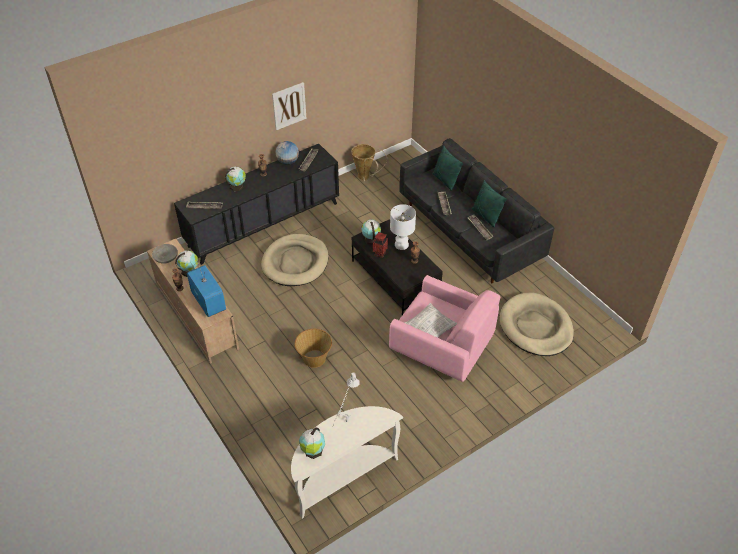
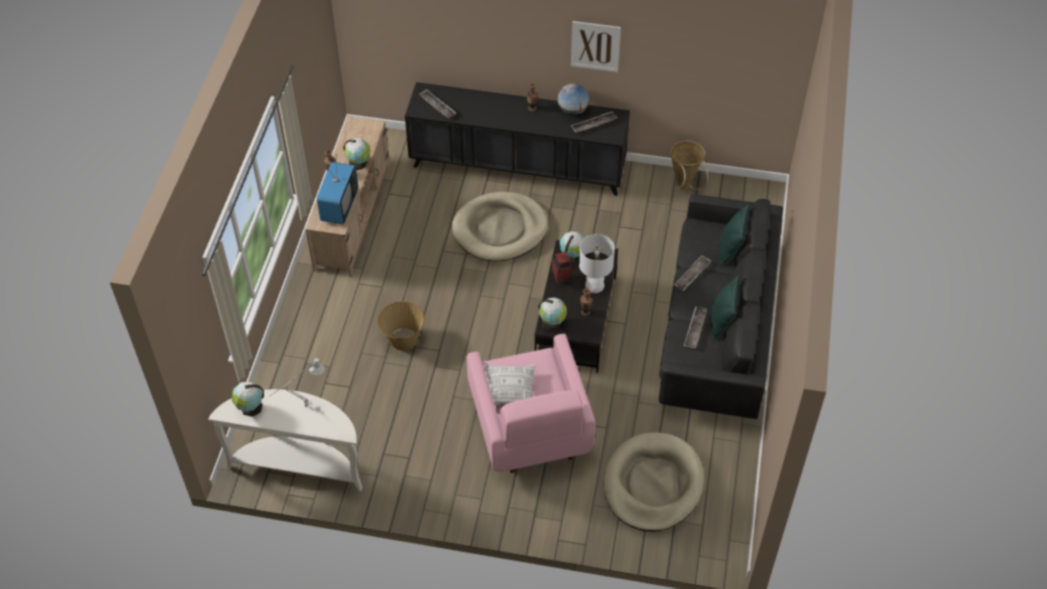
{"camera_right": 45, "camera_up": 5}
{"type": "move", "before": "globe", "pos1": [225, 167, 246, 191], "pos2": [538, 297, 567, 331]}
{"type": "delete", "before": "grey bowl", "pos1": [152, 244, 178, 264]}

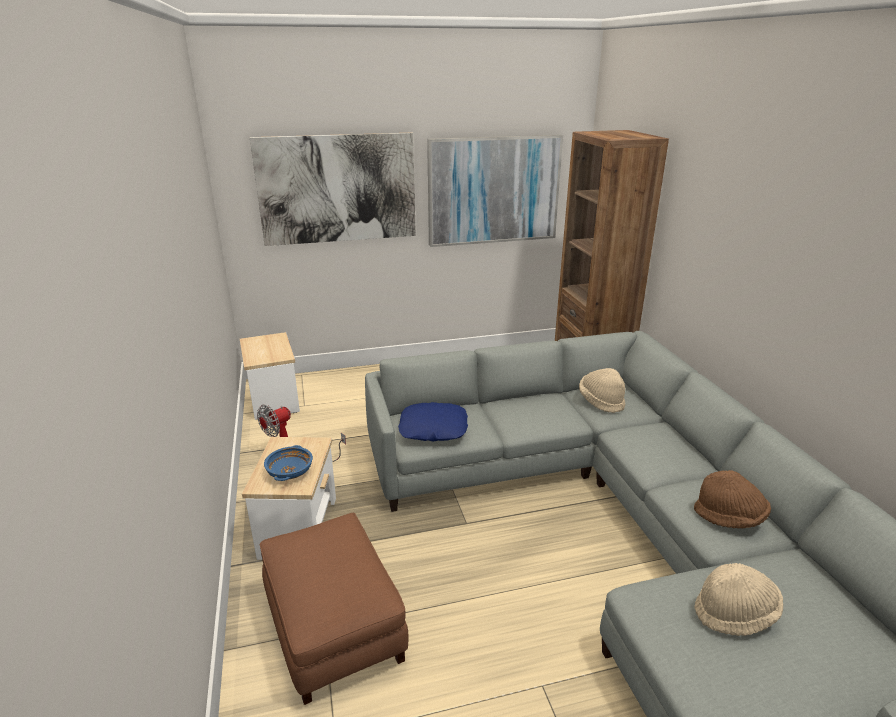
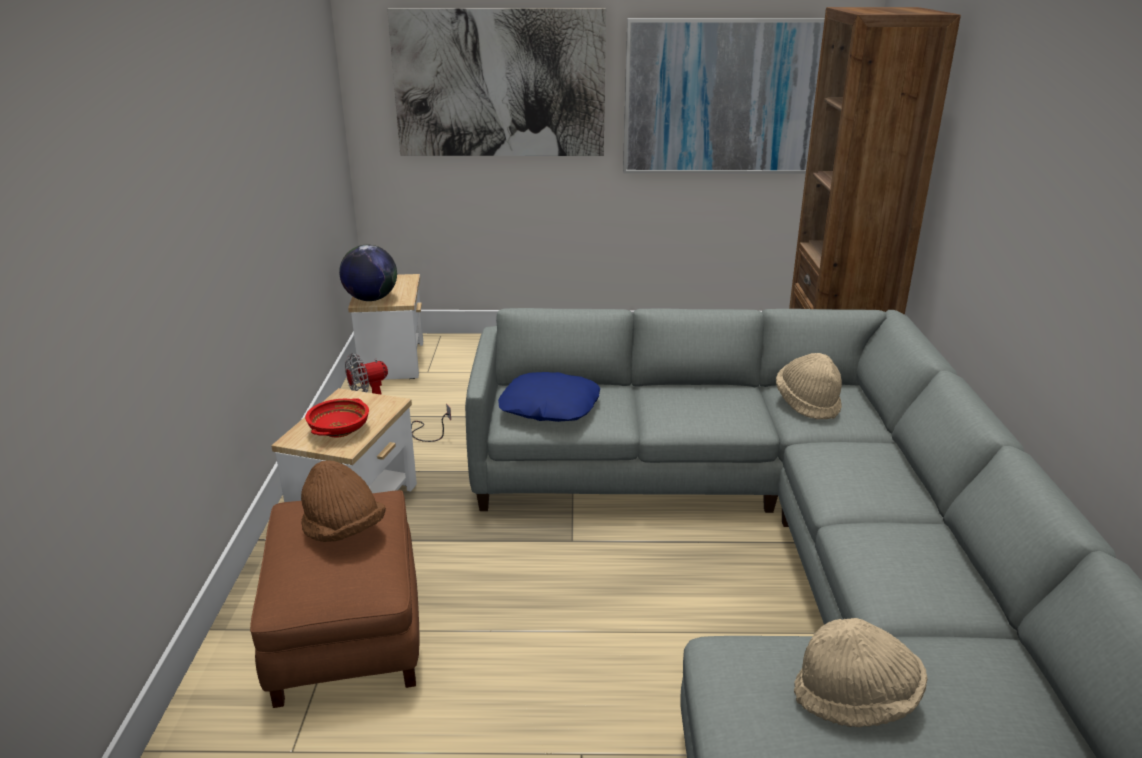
{"camera_right": 15, "camera_up": 0}
{"type": "recolor", "before": "blue bowl", "after": "red bowl", "pos1": [264, 445, 313, 481], "pos2": [305, 398, 369, 437]}
{"type": "move", "before": "brown hat", "pos1": [694, 470, 771, 528], "pos2": [301, 461, 386, 542]}
{"type": "insert", "after": "globe", "pos2": [339, 245, 397, 301]}

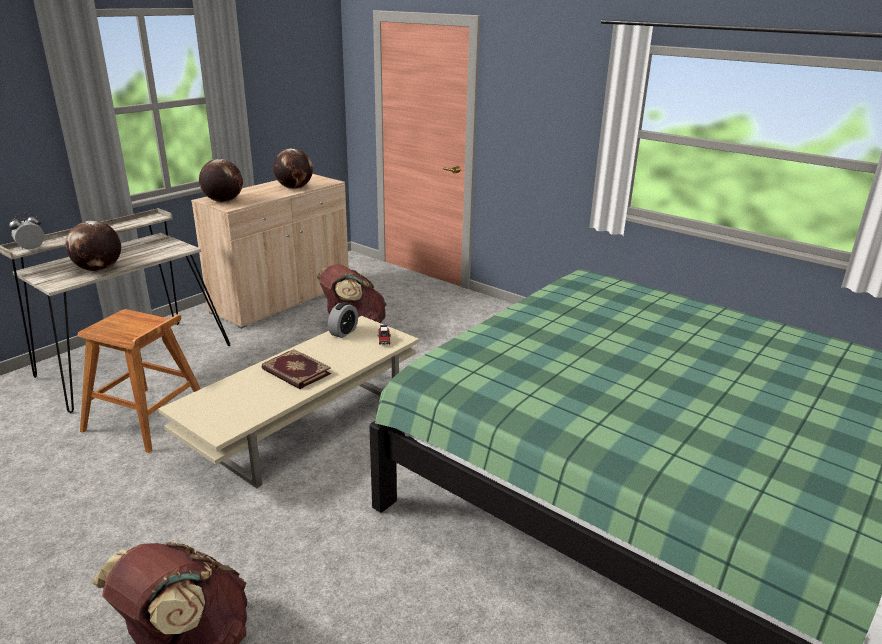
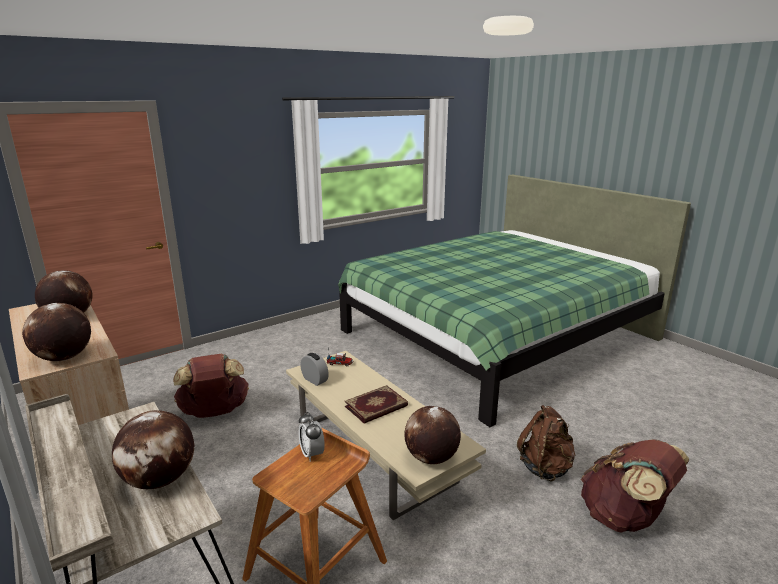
{"camera_right": -75, "camera_up": -5}
{"type": "move", "before": "alarm clock", "pos1": [9, 213, 45, 250], "pos2": [299, 412, 325, 462]}
{"type": "insert", "after": "brown backpack", "pos2": [517, 405, 575, 481]}
{"type": "insert", "after": "globe", "pos2": [404, 406, 461, 464]}

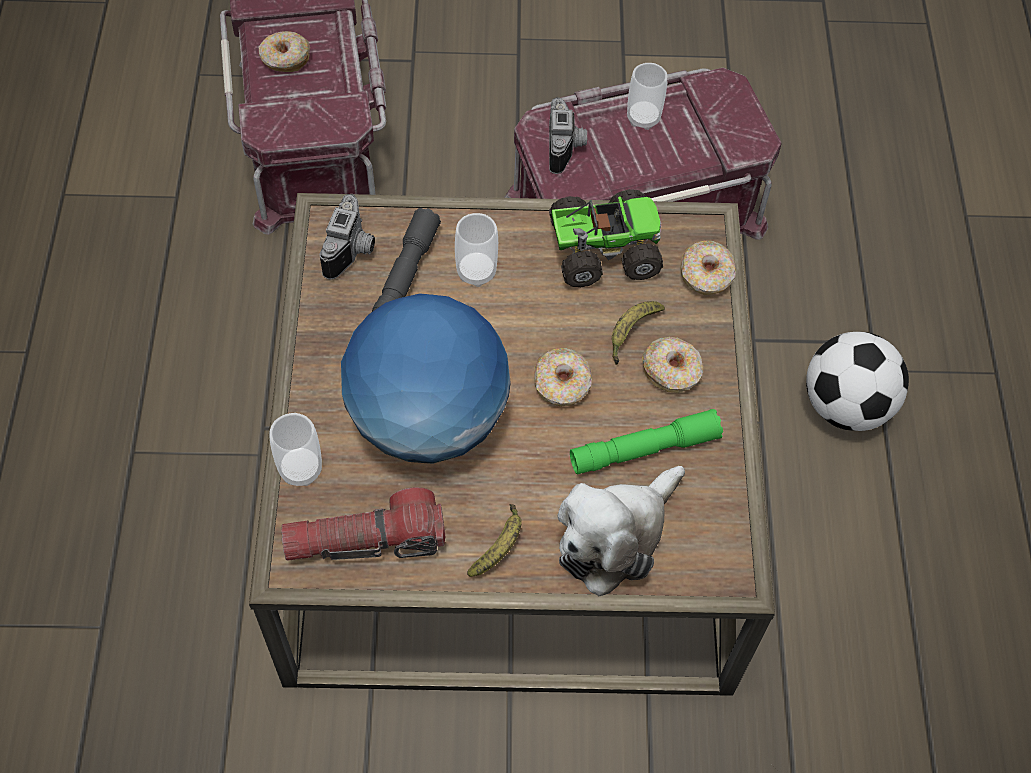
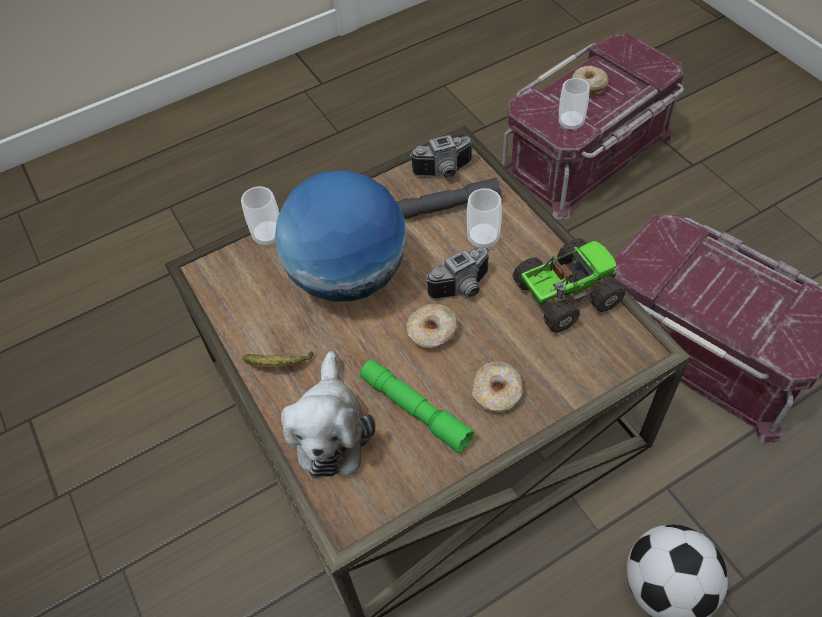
{"camera_right": 65, "camera_up": -5}
{"type": "move", "before": "cup", "pos1": [627, 63, 668, 130], "pos2": [559, 78, 590, 131]}
{"type": "move", "before": "photo camera", "pos1": [549, 97, 587, 174], "pos2": [427, 246, 489, 299]}
{"type": "rotate", "before": "toy truck", "pos1": [549, 189, 663, 287], "pos2": [513, 238, 626, 333], "turn": -75}
{"type": "delete", "before": "donut", "pos1": [680, 241, 736, 295]}
{"type": "delete", "before": "banana", "pos1": [612, 301, 665, 365]}
{"type": "rotate", "before": "plush toy", "pos1": [558, 466, 685, 596], "pos2": [281, 351, 376, 478], "turn": -105}
{"type": "delete", "before": "flashlight", "pos1": [281, 487, 446, 561]}

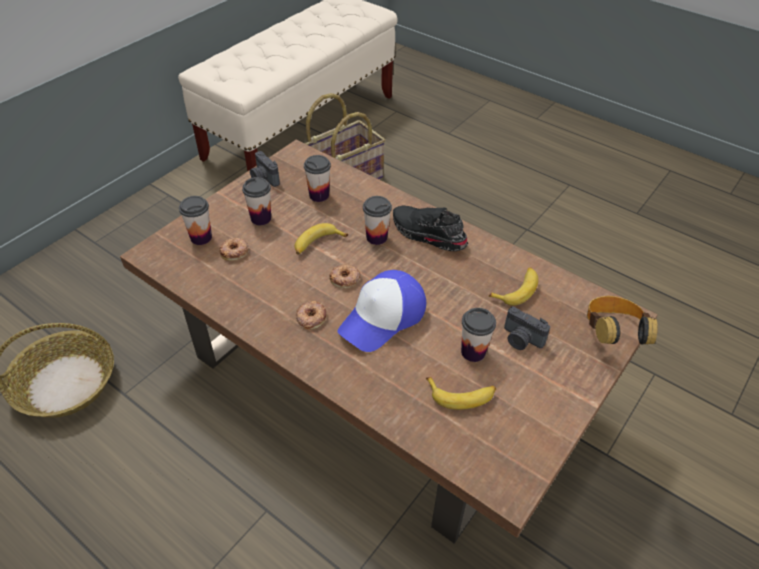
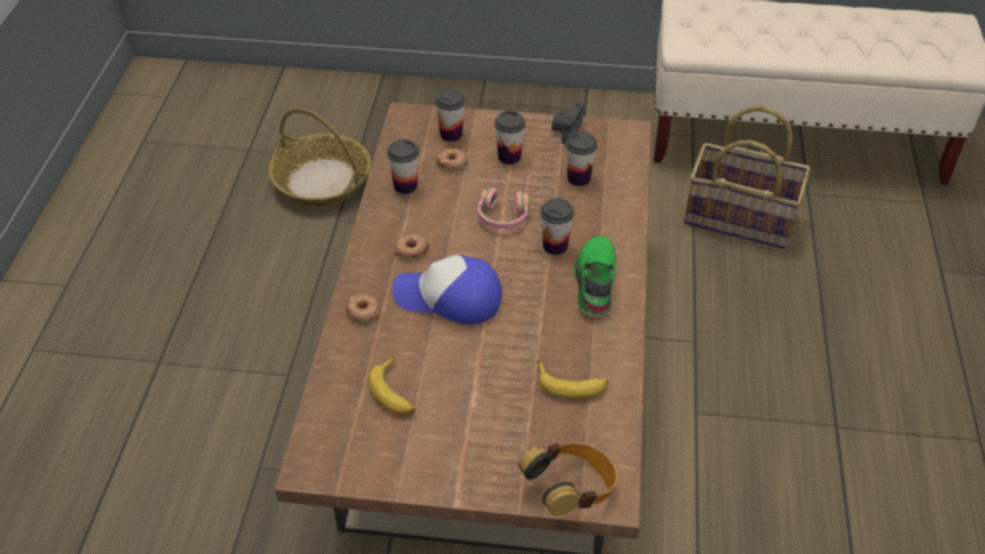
{"camera_right": 60, "camera_up": 0}
{"type": "recolor", "before": "black shoe", "after": "green shoe", "pos1": [393, 205, 468, 251], "pos2": [573, 236, 616, 316]}
{"type": "replace", "before": "banana", "after": "pink headphones", "pos1": [295, 223, 348, 255], "pos2": [477, 174, 543, 229]}
{"type": "move", "before": "donut", "pos1": [329, 264, 361, 288], "pos2": [346, 293, 381, 323]}
{"type": "delete", "before": "photo camera", "pos1": [504, 307, 550, 350]}
{"type": "move", "before": "cup", "pos1": [461, 308, 496, 362], "pos2": [387, 139, 419, 194]}

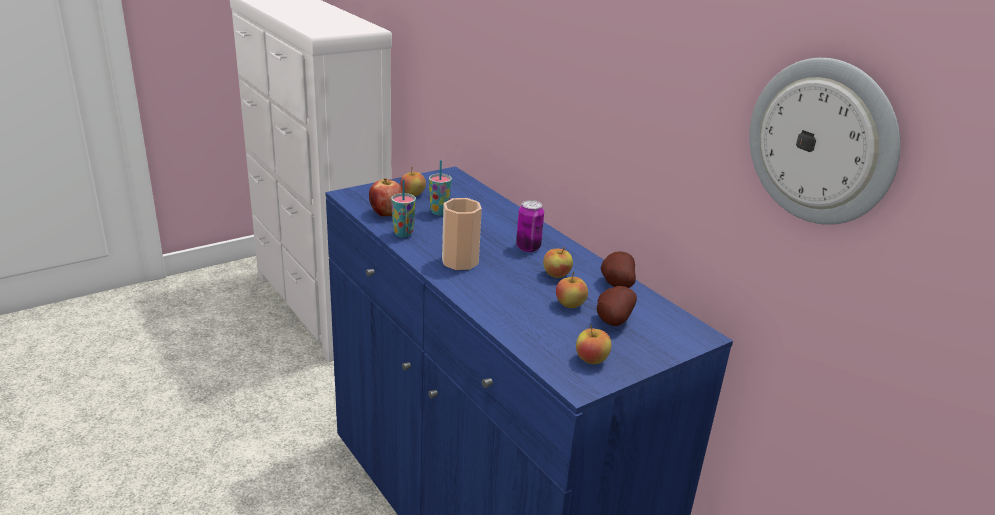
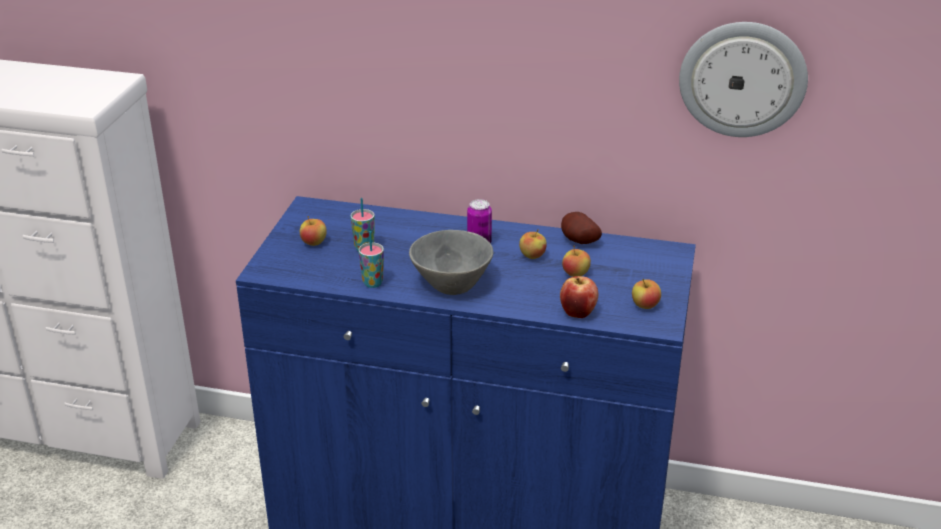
{"camera_right": -40, "camera_up": 5}
{"type": "move", "before": "apple", "pos1": [369, 178, 403, 216], "pos2": [560, 276, 598, 318]}
{"type": "replace", "before": "cup", "after": "grey bowl", "pos1": [442, 198, 482, 270], "pos2": [409, 230, 493, 295]}
{"type": "delete", "before": "potato", "pos1": [597, 286, 637, 326]}

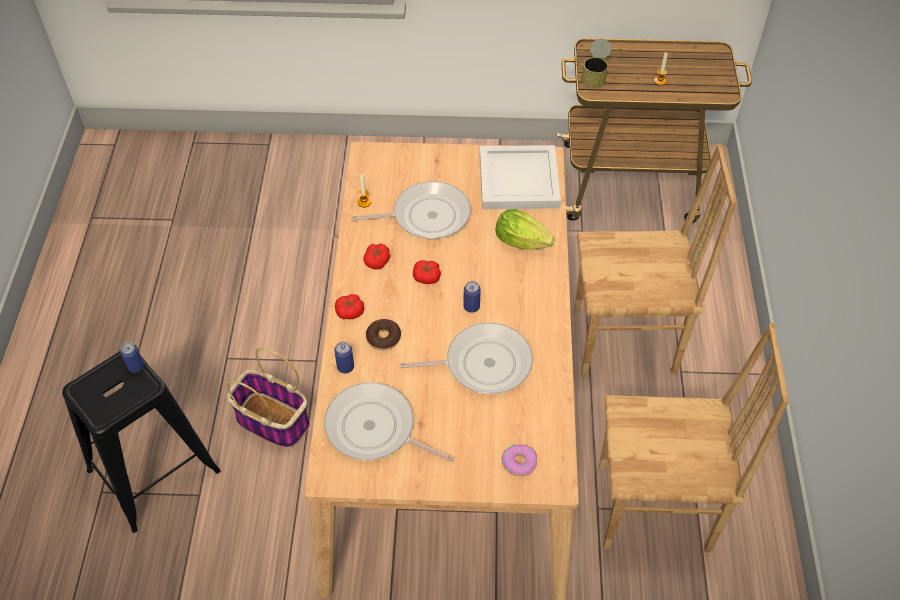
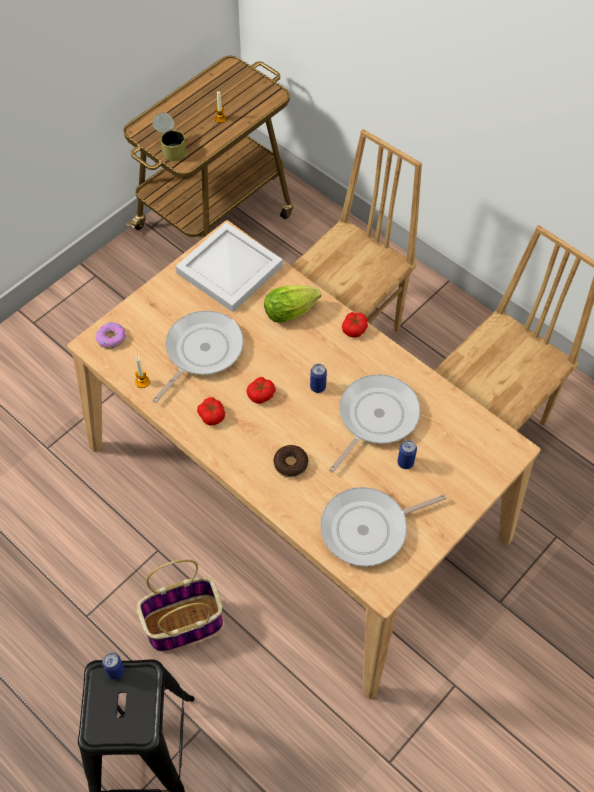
{"camera_right": -50, "camera_up": 5}
{"type": "move", "before": "tomato", "pos1": [335, 294, 364, 319], "pos2": [342, 312, 368, 338]}
{"type": "move", "before": "can", "pos1": [334, 341, 354, 373], "pos2": [397, 440, 417, 469]}
{"type": "move", "before": "donut", "pos1": [502, 445, 537, 476], "pos2": [96, 322, 126, 349]}

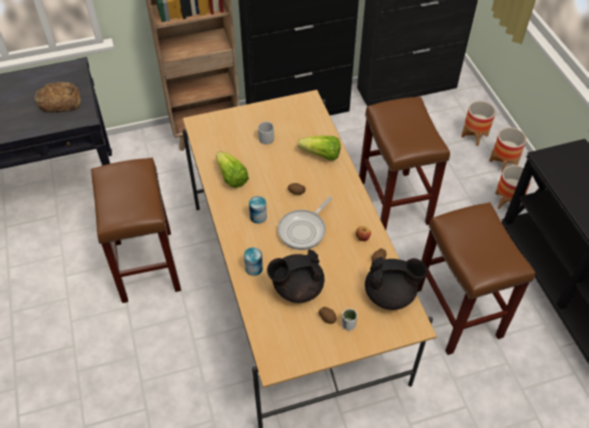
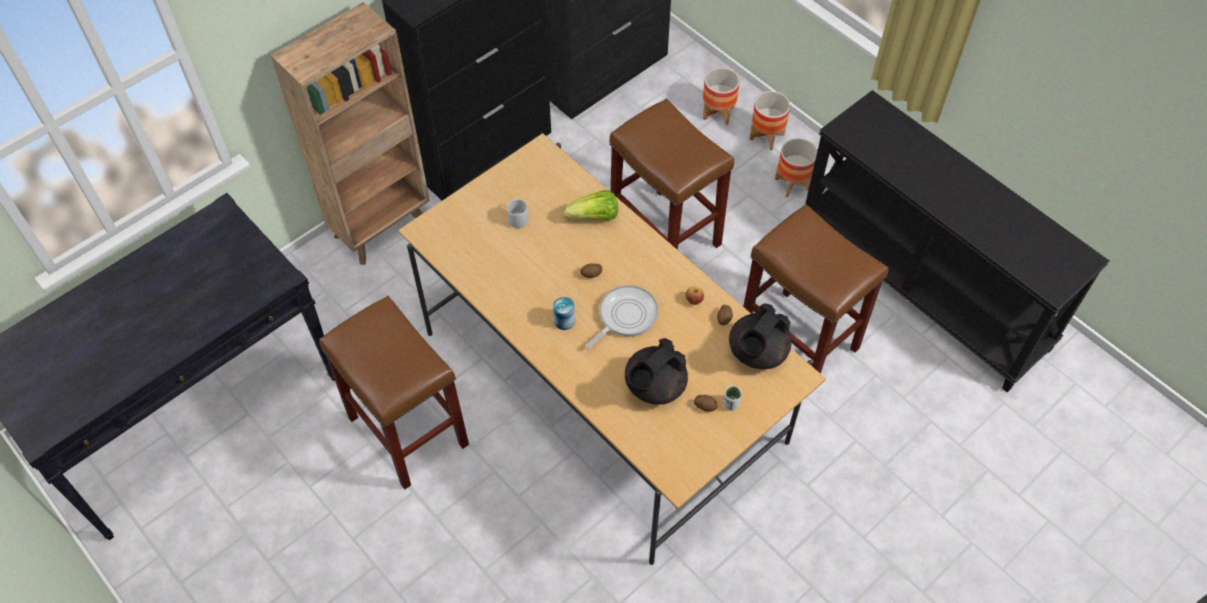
{"camera_right": -25, "camera_up": 5}
{"type": "delete", "before": "bread", "pos1": [34, 82, 81, 113]}
{"type": "delete", "before": "lettuce", "pos1": [216, 152, 249, 188]}
{"type": "rotate", "before": "frying pan", "pos1": [278, 197, 332, 250], "pos2": [586, 285, 658, 349], "turn": -150}
{"type": "delete", "before": "can", "pos1": [244, 247, 263, 276]}
{"type": "rotate", "before": "black teapot", "pos1": [365, 257, 427, 310], "pos2": [729, 303, 791, 369], "turn": 150}

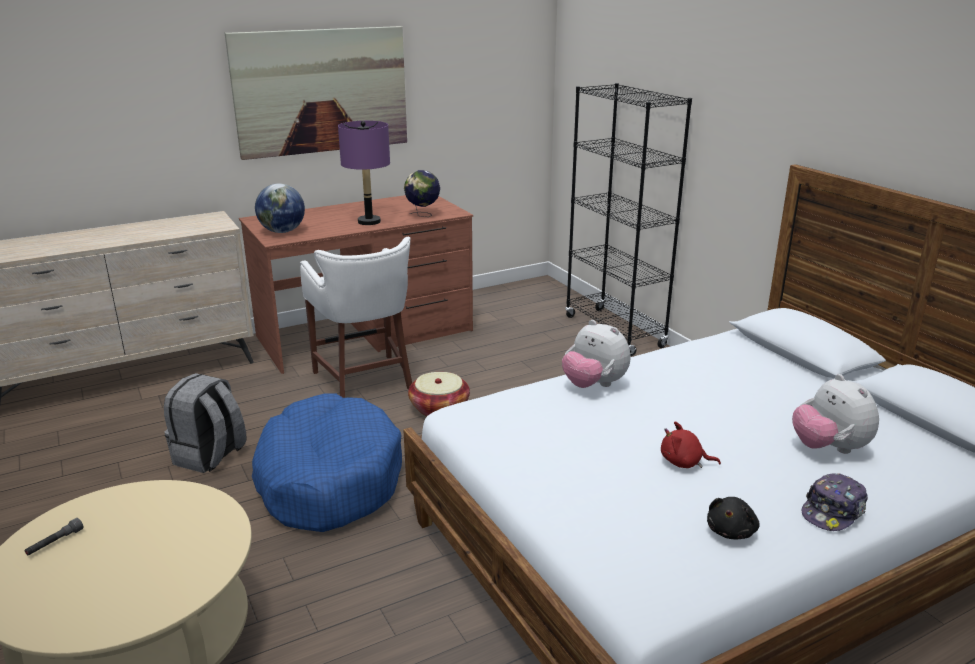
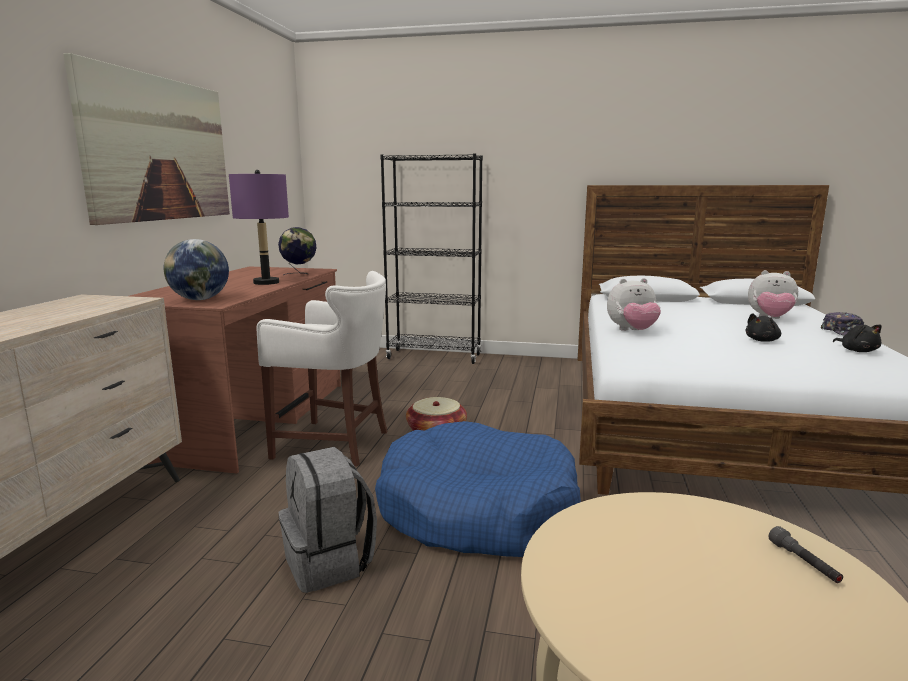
{"camera_right": -50, "camera_up": -10}
{"type": "recolor", "before": "red plush toy", "after": "black plush toy", "pos1": [661, 421, 721, 468], "pos2": [745, 313, 781, 342]}
{"type": "move", "before": "grey flashlight", "pos1": [25, 518, 83, 556], "pos2": [769, 526, 843, 583]}

